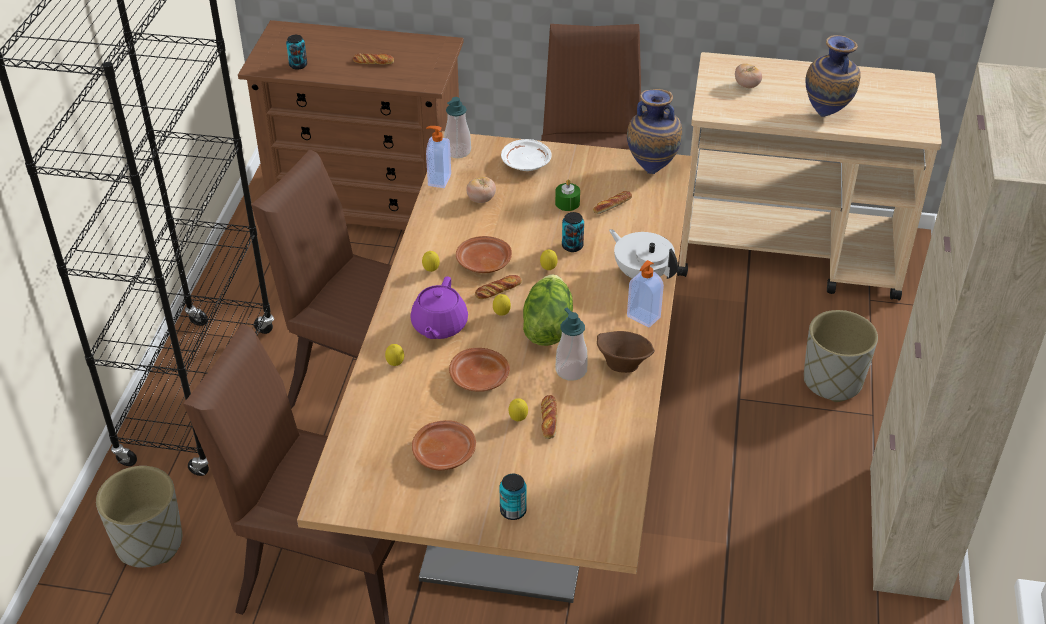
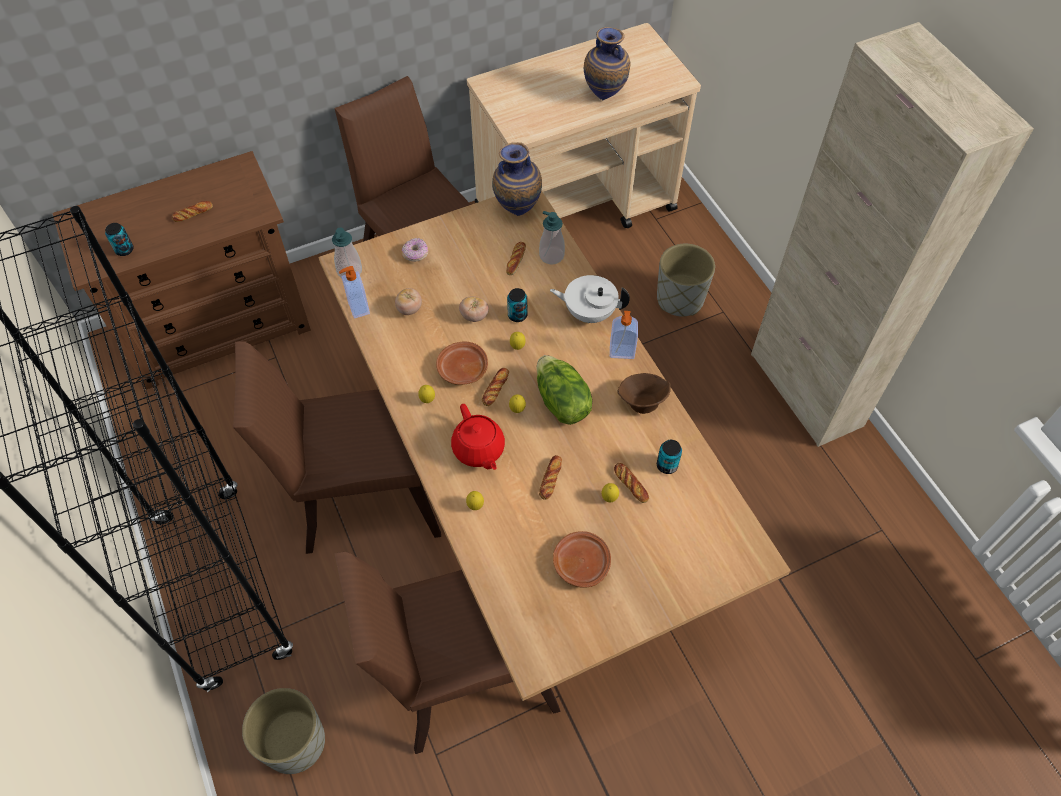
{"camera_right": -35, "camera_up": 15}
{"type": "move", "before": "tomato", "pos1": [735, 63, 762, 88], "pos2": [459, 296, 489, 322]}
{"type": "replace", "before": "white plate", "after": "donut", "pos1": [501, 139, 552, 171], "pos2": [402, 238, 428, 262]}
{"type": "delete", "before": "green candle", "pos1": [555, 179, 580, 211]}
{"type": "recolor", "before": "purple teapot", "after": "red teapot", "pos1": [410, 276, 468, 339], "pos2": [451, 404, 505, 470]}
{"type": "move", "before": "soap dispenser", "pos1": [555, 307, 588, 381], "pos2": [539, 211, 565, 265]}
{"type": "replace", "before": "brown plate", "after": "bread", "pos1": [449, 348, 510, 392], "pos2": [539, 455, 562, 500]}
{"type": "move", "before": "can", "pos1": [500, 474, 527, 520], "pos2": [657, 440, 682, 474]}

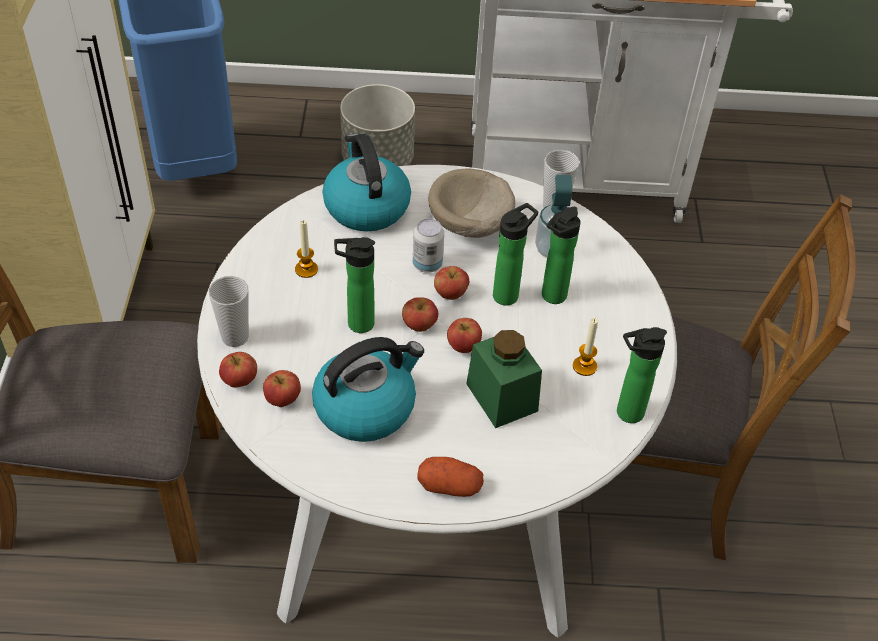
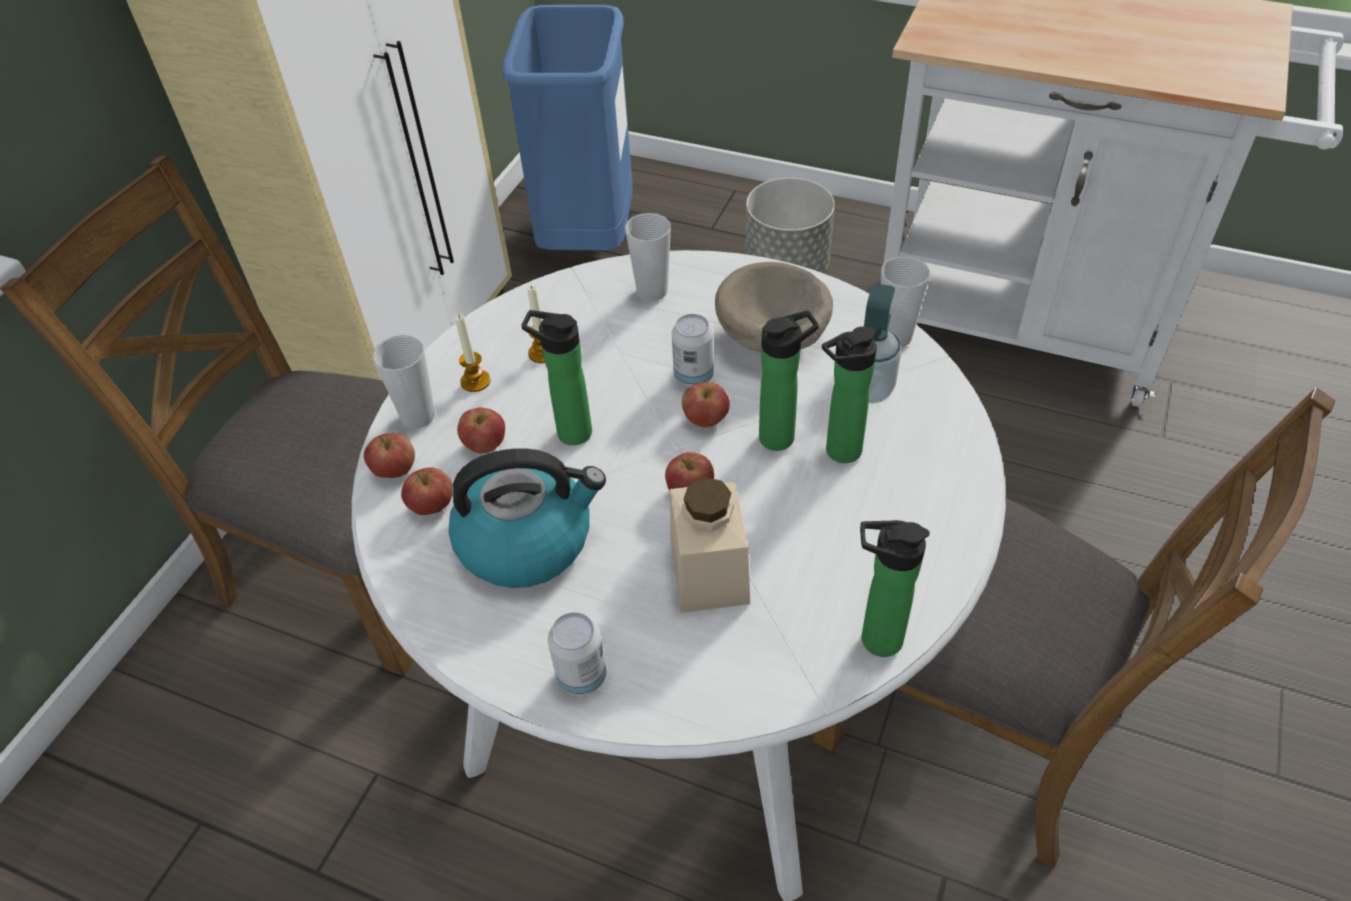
{"camera_right": 25, "camera_up": 0}
{"type": "replace", "before": "kettle", "after": "cup", "pos1": [322, 134, 411, 232], "pos2": [625, 213, 671, 301]}
{"type": "move", "before": "apple", "pos1": [402, 297, 438, 332], "pos2": [457, 407, 505, 453]}
{"type": "move", "before": "candle", "pos1": [573, 318, 598, 376], "pos2": [455, 314, 491, 392]}
{"type": "recolor", "before": "green jar", "after": "beige jar", "pos1": [466, 330, 542, 428], "pos2": [670, 477, 750, 613]}
{"type": "replace", "before": "potato", "after": "can", "pos1": [417, 457, 484, 497], "pos2": [548, 612, 606, 696]}

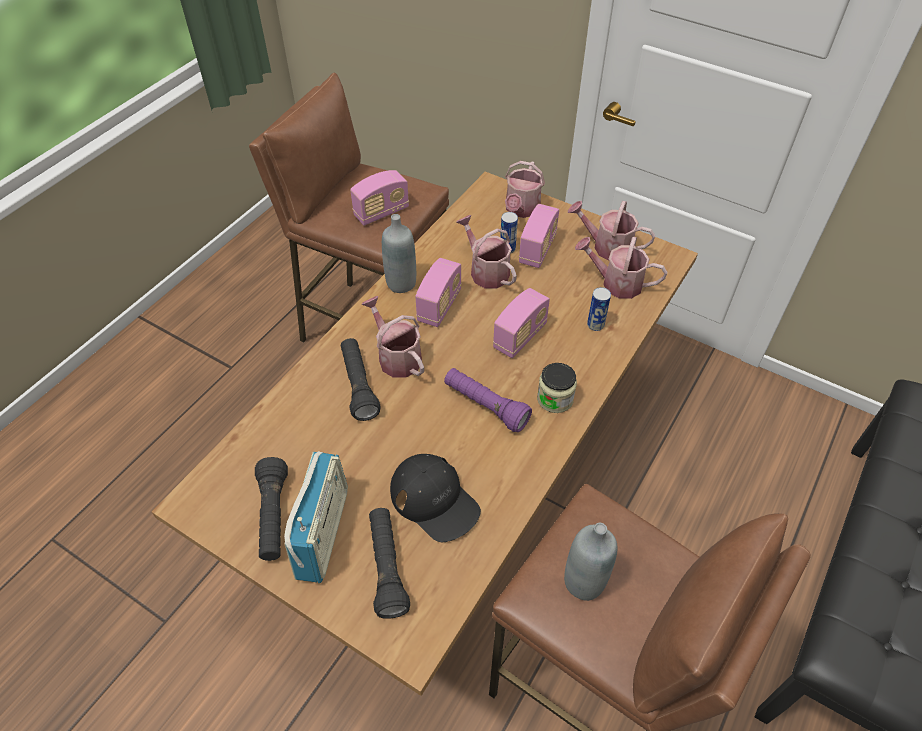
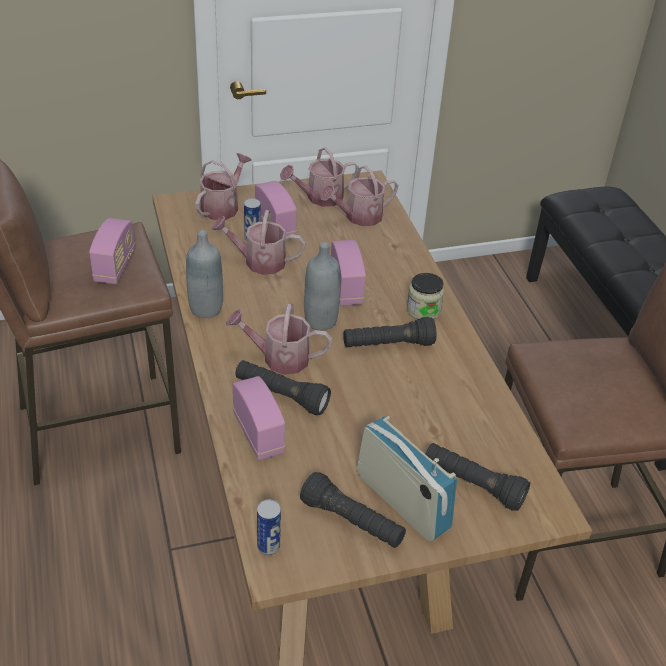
{"camera_right": -50, "camera_up": -10}
{"type": "rotate", "before": "watering can", "pos1": [505, 161, 545, 218], "pos2": [195, 153, 251, 220], "turn": -120}
{"type": "move", "before": "radio", "pos1": [415, 258, 462, 327], "pos2": [233, 376, 285, 460]}
{"type": "move", "before": "can", "pos1": [587, 287, 611, 331], "pos2": [257, 500, 281, 555]}
{"type": "recolor", "before": "purple flashlight", "after": "black flashlight", "pos1": [444, 368, 532, 432], "pos2": [343, 317, 437, 348]}
{"type": "delete", "before": "black cap", "pos1": [390, 454, 481, 542]}
{"type": "move", "before": "grey bottle", "pos1": [564, 523, 617, 601], "pos2": [304, 242, 341, 331]}

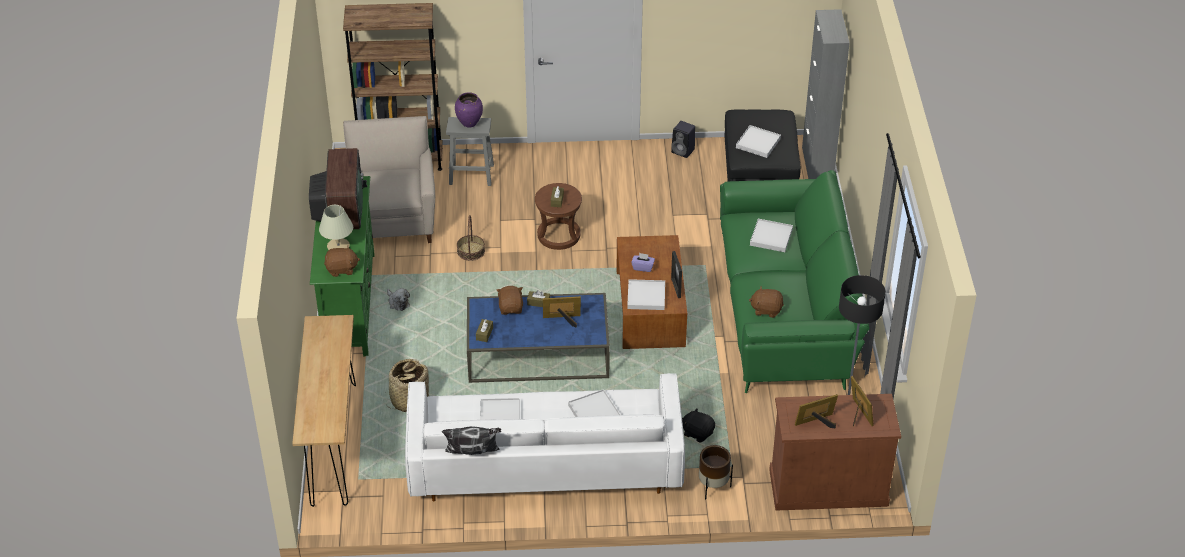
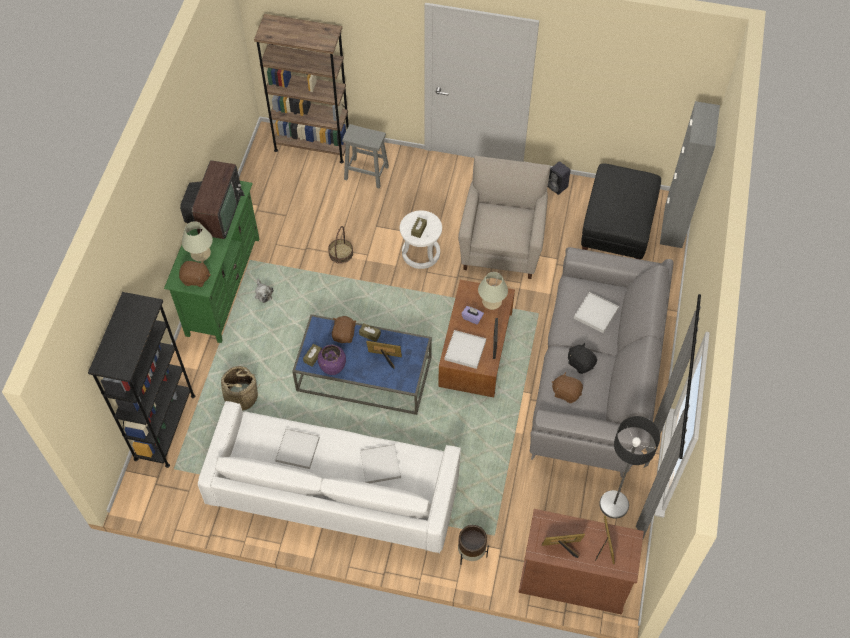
{"camera_right": 15, "camera_up": 15}
{"type": "move", "before": "purple vase", "pos1": [455, 92, 483, 128], "pos2": [318, 345, 346, 375]}
{"type": "move", "before": "beige armchair", "pos1": [343, 116, 435, 243], "pos2": [458, 156, 550, 279]}
{"type": "delete", "before": "white tray", "pos1": [736, 125, 781, 158]}
{"type": "recolor", "before": "green sofa", "after": "grey sofa", "pos1": [720, 170, 869, 393], "pos2": [529, 247, 674, 478]}
{"type": "recolor", "before": "brown stool", "after": "white stool", "pos1": [535, 183, 582, 250], "pos2": [400, 210, 442, 269]}
{"type": "replace", "before": "brown console table", "after": "black bookcase", "pos1": [292, 315, 356, 507], "pos2": [88, 292, 195, 468]}
{"type": "move", "before": "black plush toy", "pos1": [682, 408, 715, 443], "pos2": [568, 343, 597, 374]}
{"type": "delete", "before": "pillow", "pos1": [442, 426, 501, 455]}
{"type": "insert", "after": "beige table lamp", "pos2": [478, 272, 508, 310]}

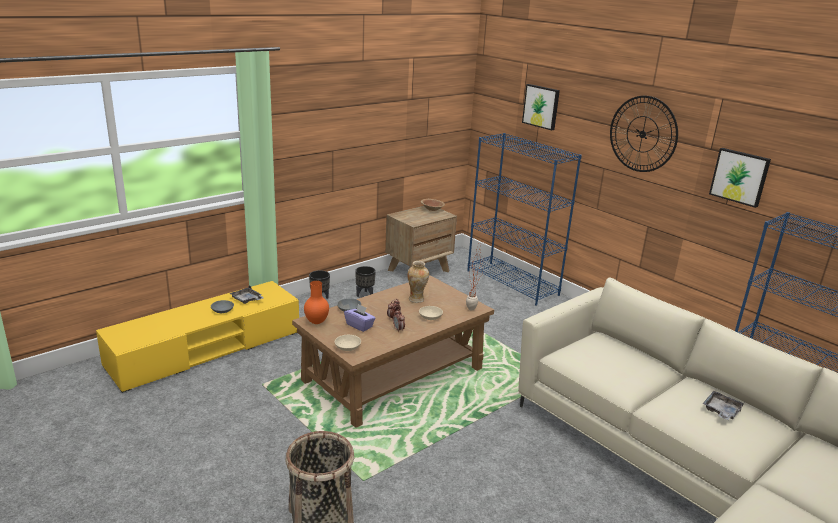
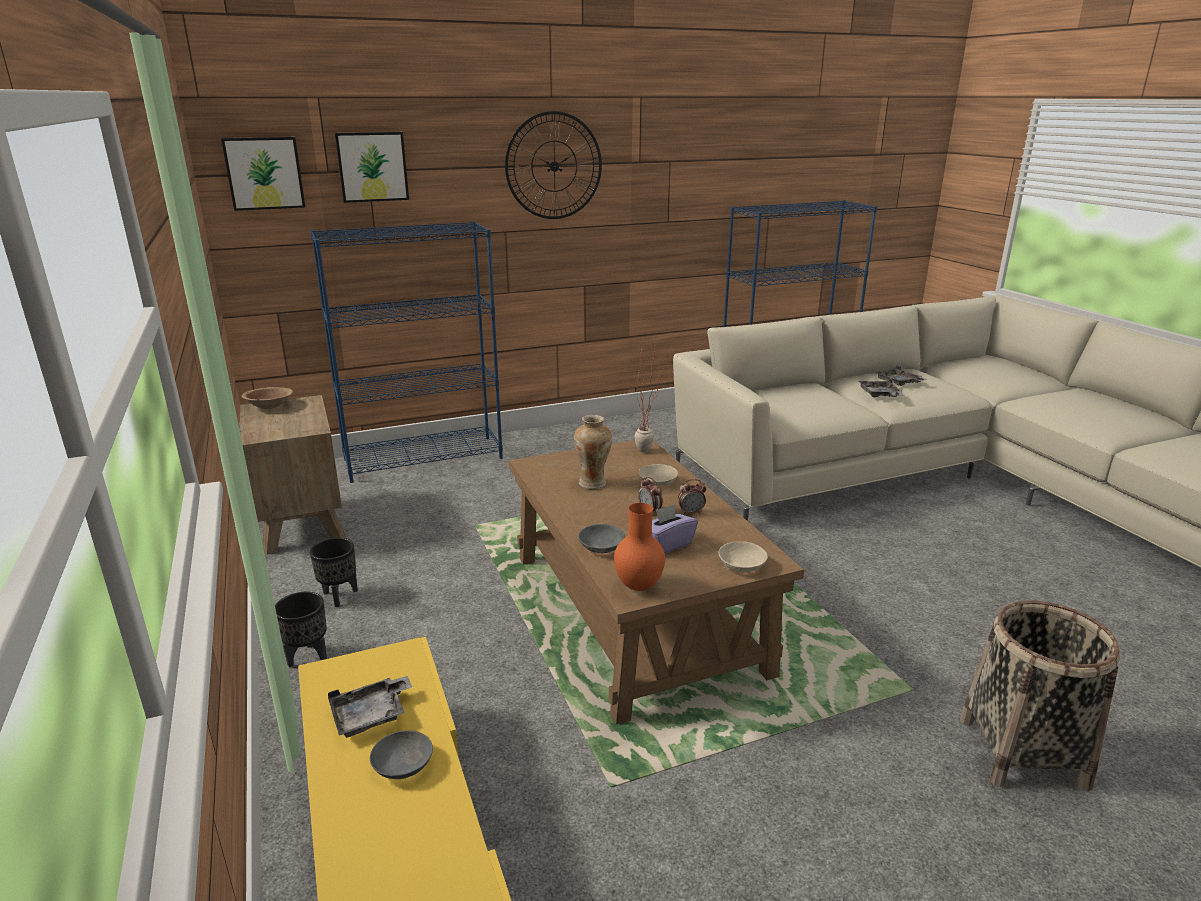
{"camera_right": -70, "camera_up": 0}
{"type": "move", "before": "picture", "pos1": [709, 148, 771, 208], "pos2": [221, 137, 305, 211]}
{"type": "insert", "after": "grey tray", "pos2": [858, 378, 902, 397]}

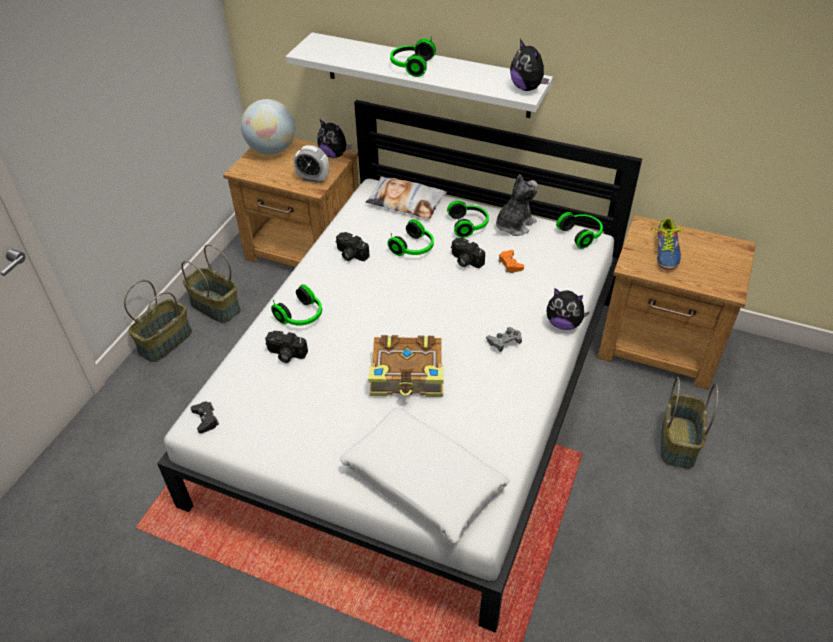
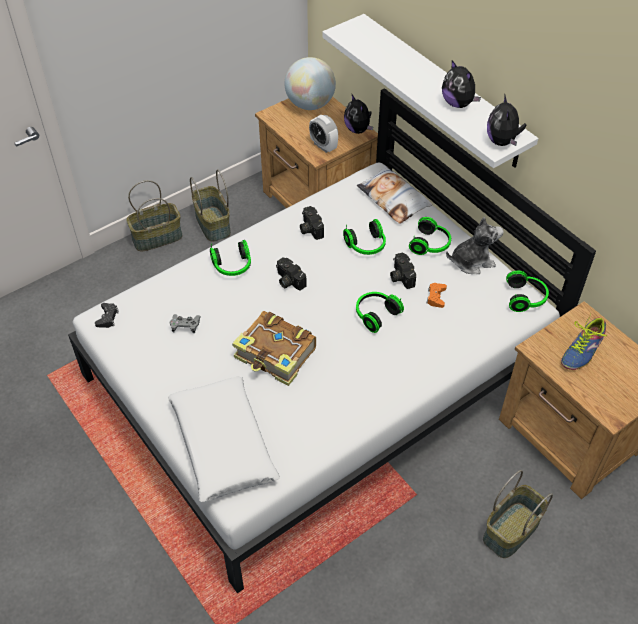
{"camera_right": 30, "camera_up": 5}
{"type": "move", "before": "headphones", "pos1": [390, 36, 436, 77], "pos2": [356, 292, 404, 333]}
{"type": "move", "before": "plush toy", "pos1": [547, 289, 589, 330], "pos2": [442, 60, 481, 108]}
{"type": "move", "before": "grey game controller", "pos1": [486, 327, 522, 352], "pos2": [170, 314, 201, 333]}
{"type": "move", "before": "photo camera", "pos1": [265, 331, 308, 363], "pos2": [276, 257, 307, 291]}

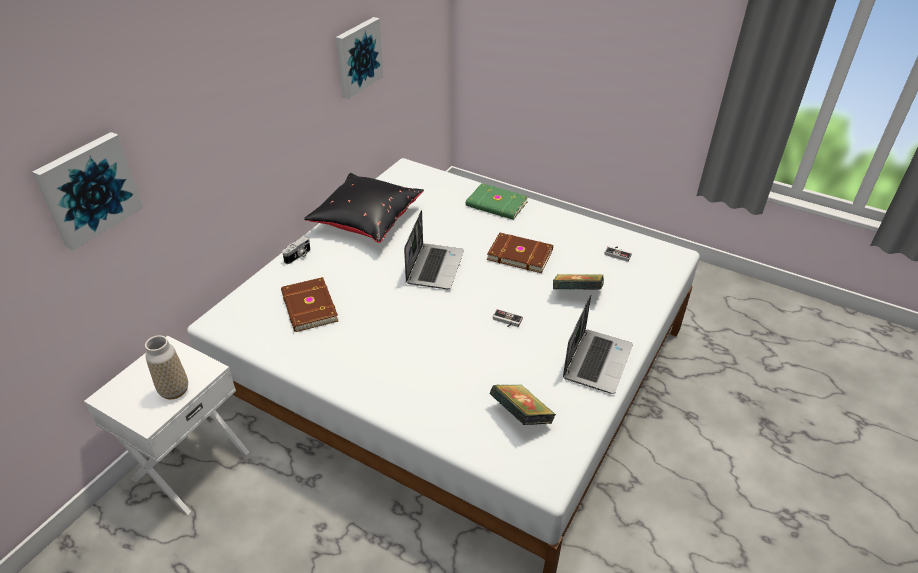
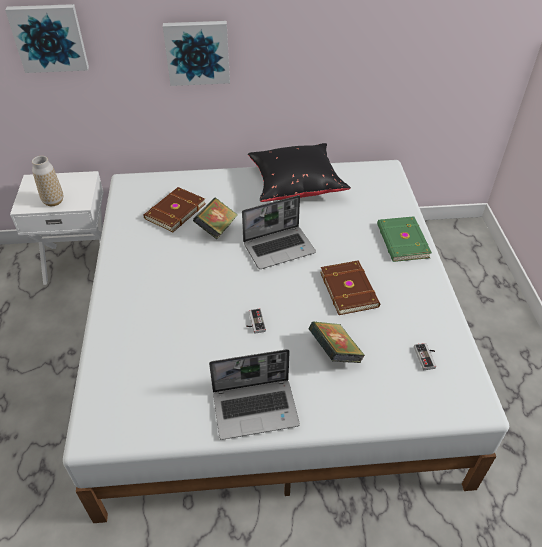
{"camera_right": 55, "camera_up": 5}
{"type": "move", "before": "picture", "pos1": [336, 17, 384, 99], "pos2": [163, 21, 230, 86]}
{"type": "delete", "before": "photo camera", "pos1": [282, 236, 310, 264]}
{"type": "move", "before": "book", "pos1": [490, 385, 556, 425], "pos2": [193, 198, 238, 239]}

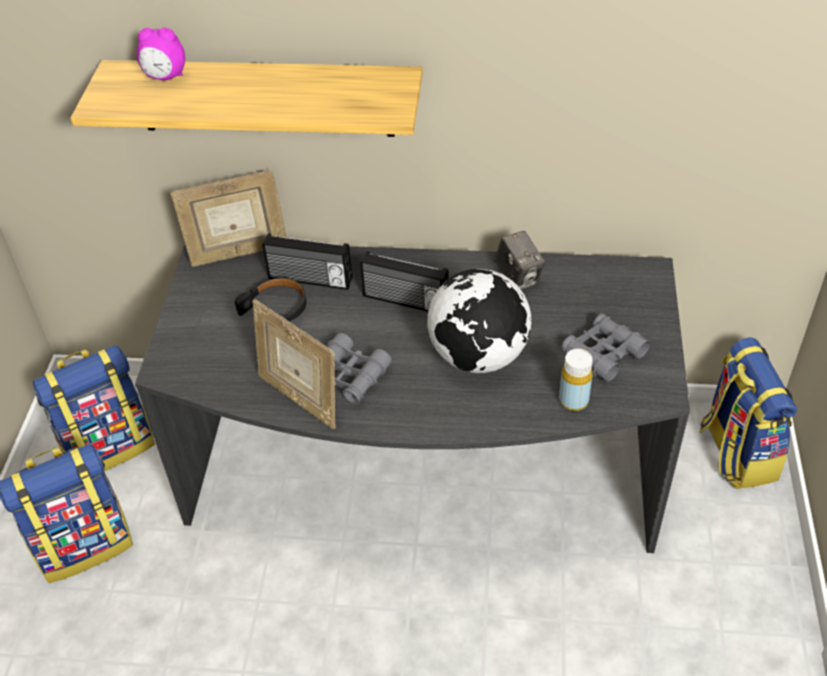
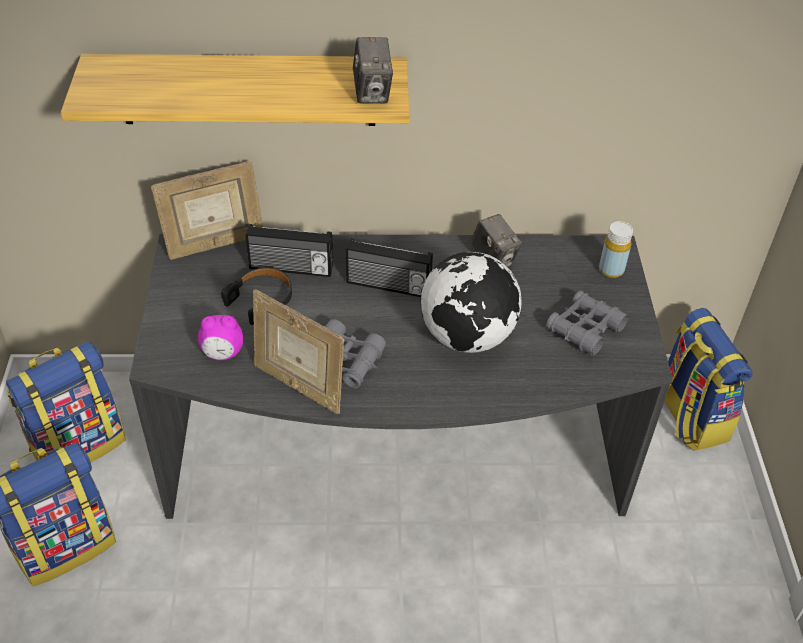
{"camera_right": -10, "camera_up": 0}
{"type": "move", "before": "alarm clock", "pos1": [137, 28, 185, 80], "pos2": [198, 315, 243, 360]}
{"type": "move", "before": "yellow bottle", "pos1": [559, 349, 593, 411], "pos2": [599, 221, 633, 278]}
{"type": "insert", "after": "photo camera", "pos2": [353, 37, 393, 103]}

